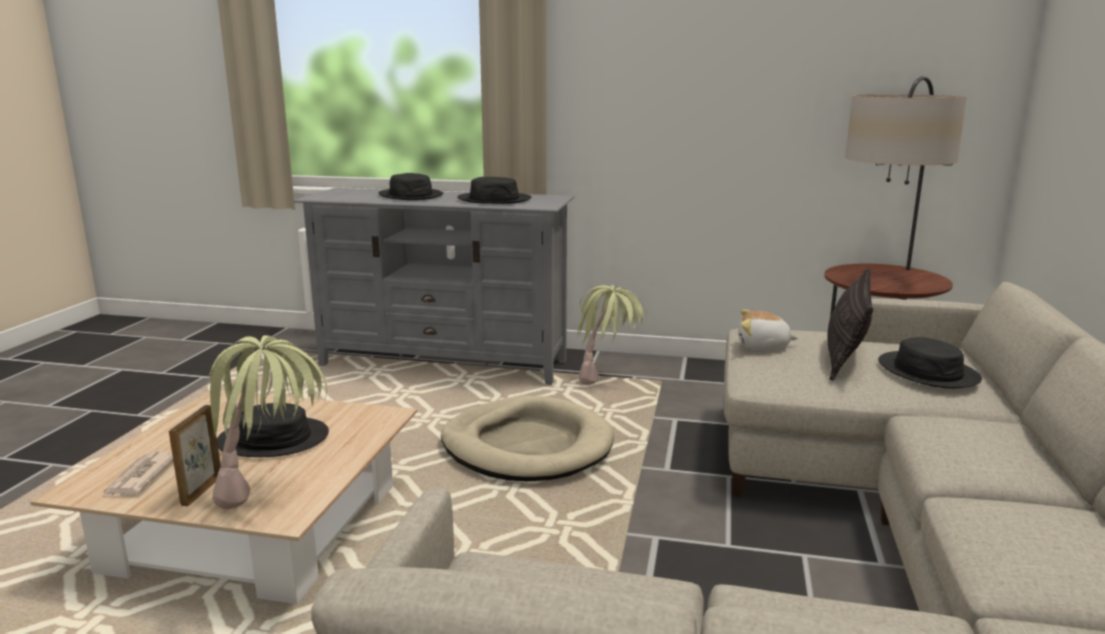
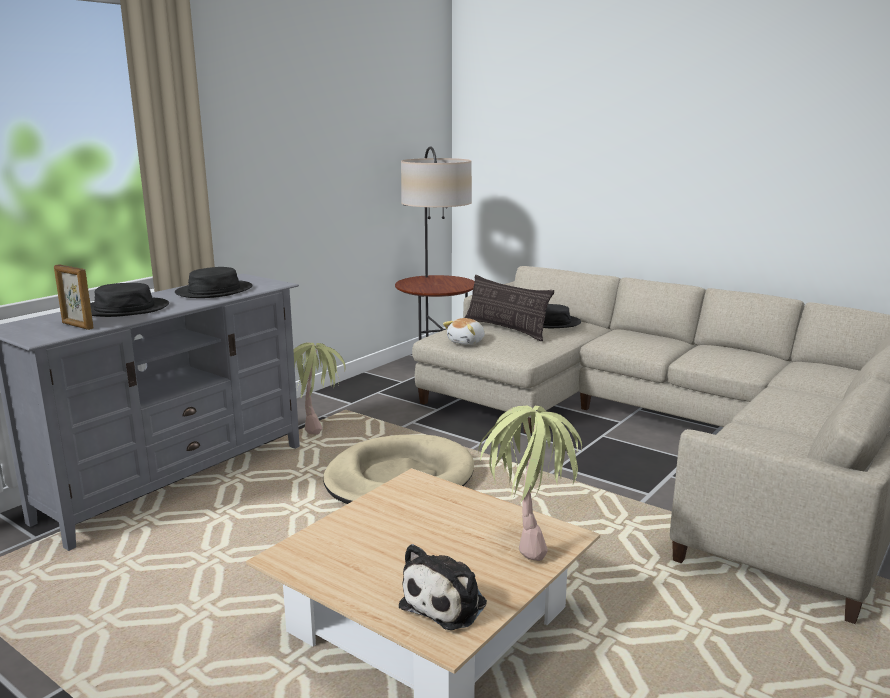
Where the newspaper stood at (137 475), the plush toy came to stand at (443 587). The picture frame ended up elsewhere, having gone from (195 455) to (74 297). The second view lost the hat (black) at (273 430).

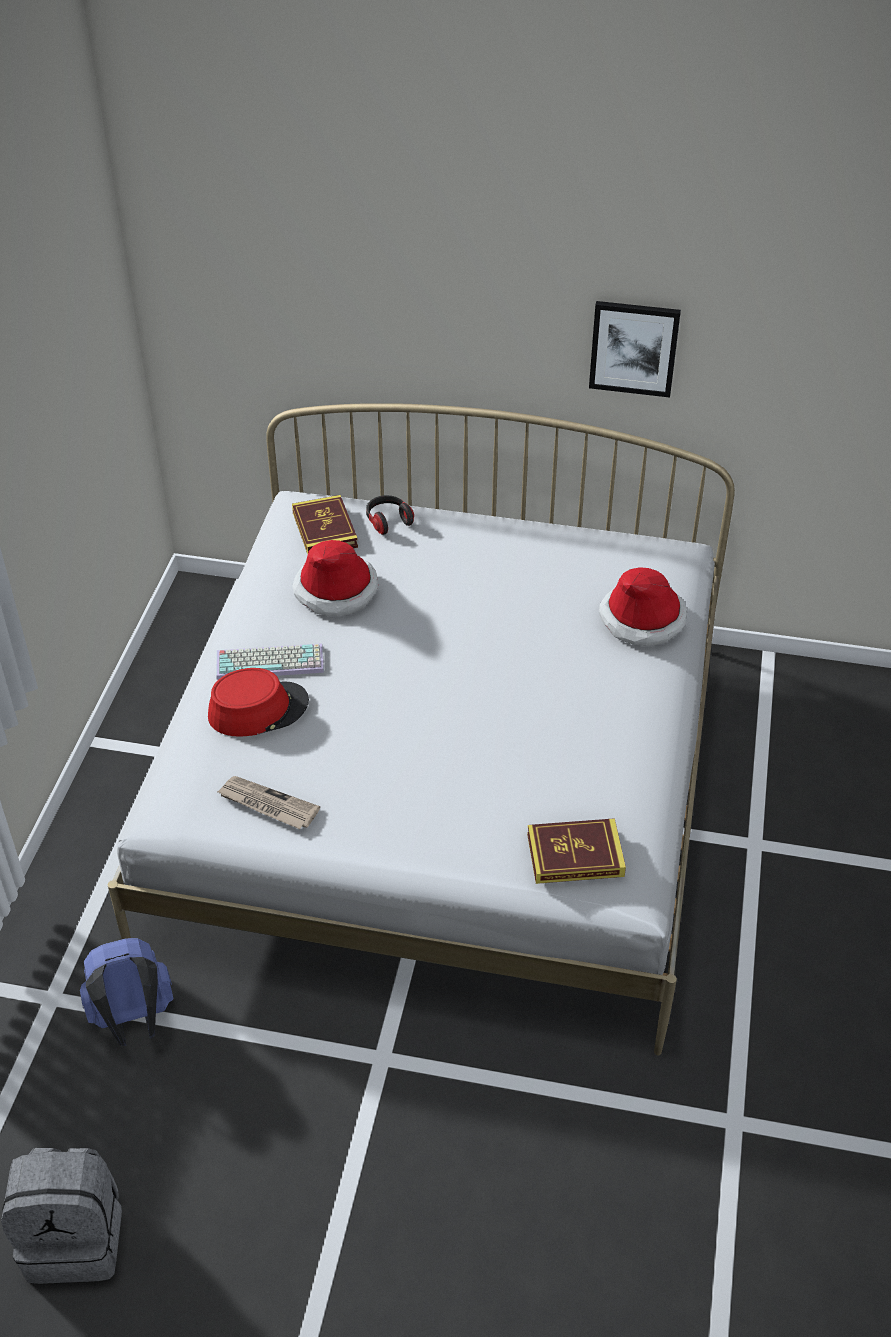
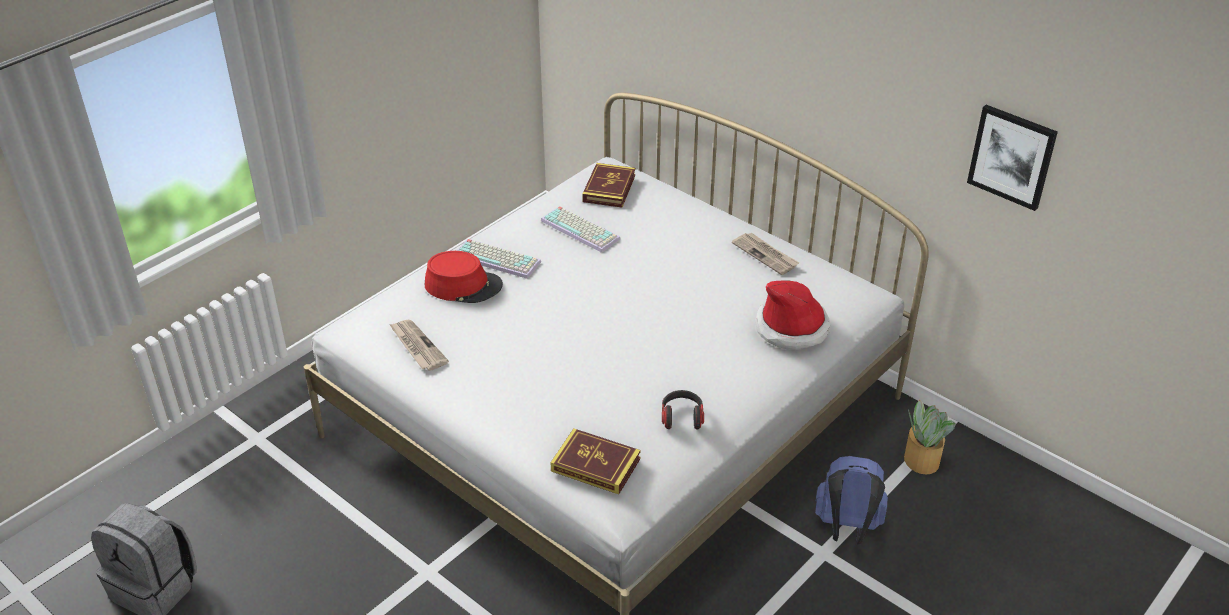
The backpack (blue) ended up elsewhere, having gone from (126 992) to (851 500). Where the hat stood at (335 578), the keyboard came to stand at (581 229). The headphones ended up elsewhere, having gone from (390 515) to (683 409). The picture ended up elsewhere, having gone from (635 349) to (1012 158). The second view gained the newspaper at (765 254). The second view gained the potted plant at (930 437).

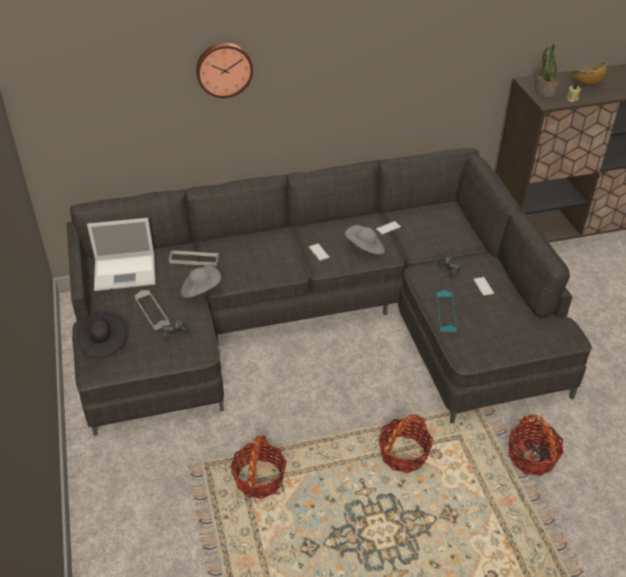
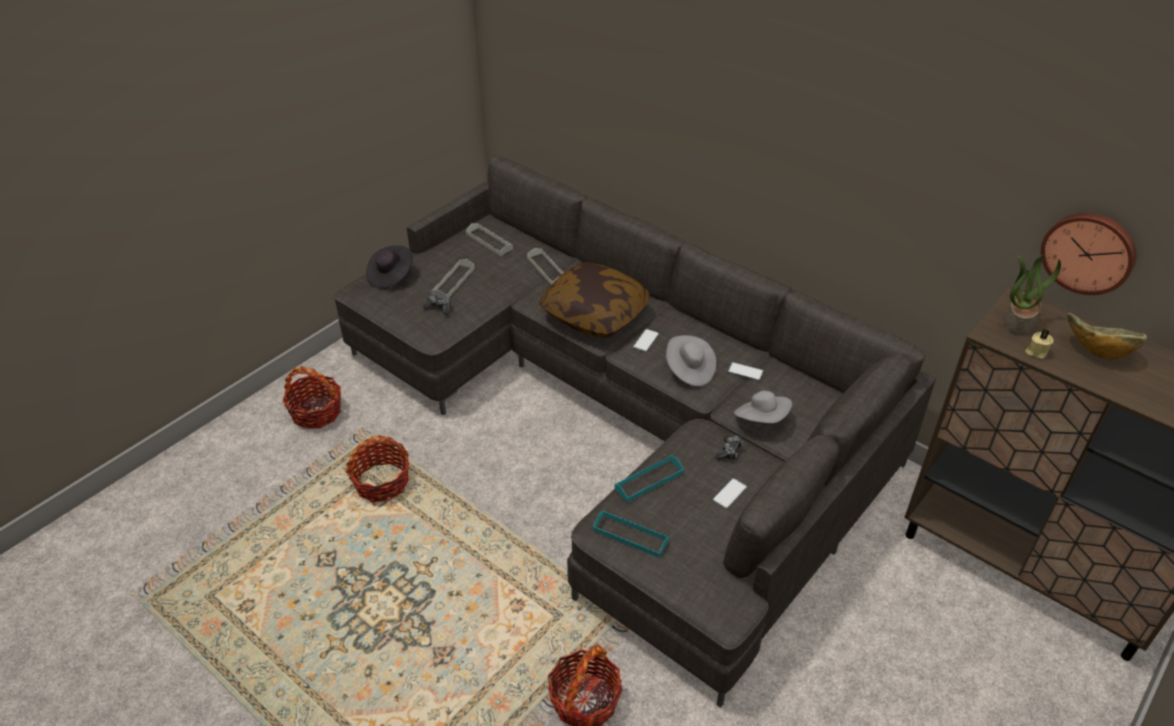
Where the laptop stood at (121 254), the tray (grey) came to stand at (489 239). The hat (grey) ended up elsewhere, having gone from (201 282) to (763 407). The wall clock ended up elsewhere, having gone from (224 70) to (1089 254). The basket ended up elsewhere, having gone from (405 443) to (311 398). The second view gained the pillow at (594 300). The second view gained the tray (turquoise) at (631 534).

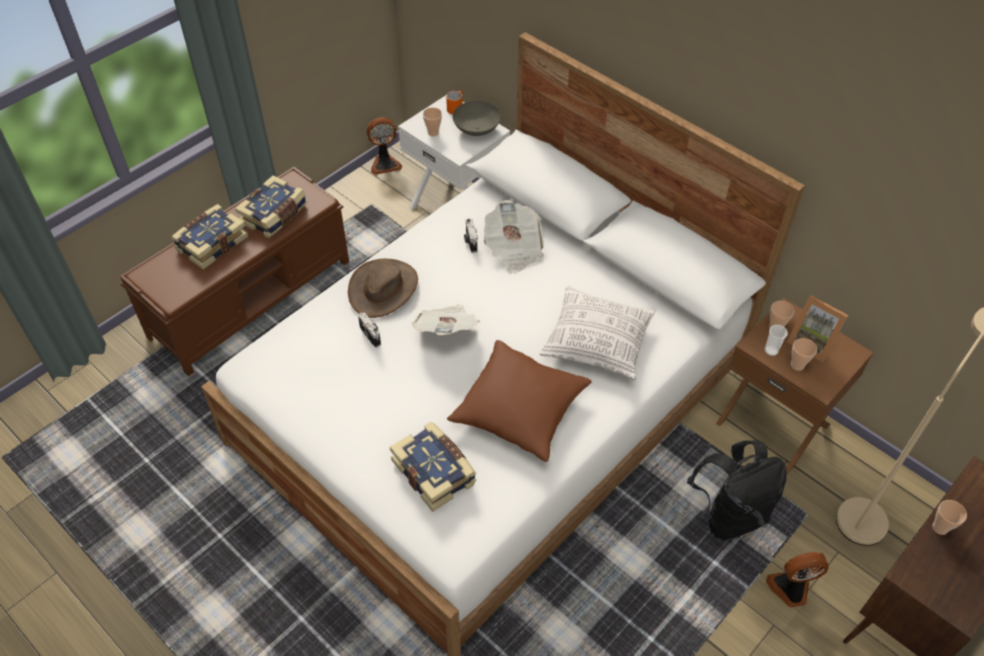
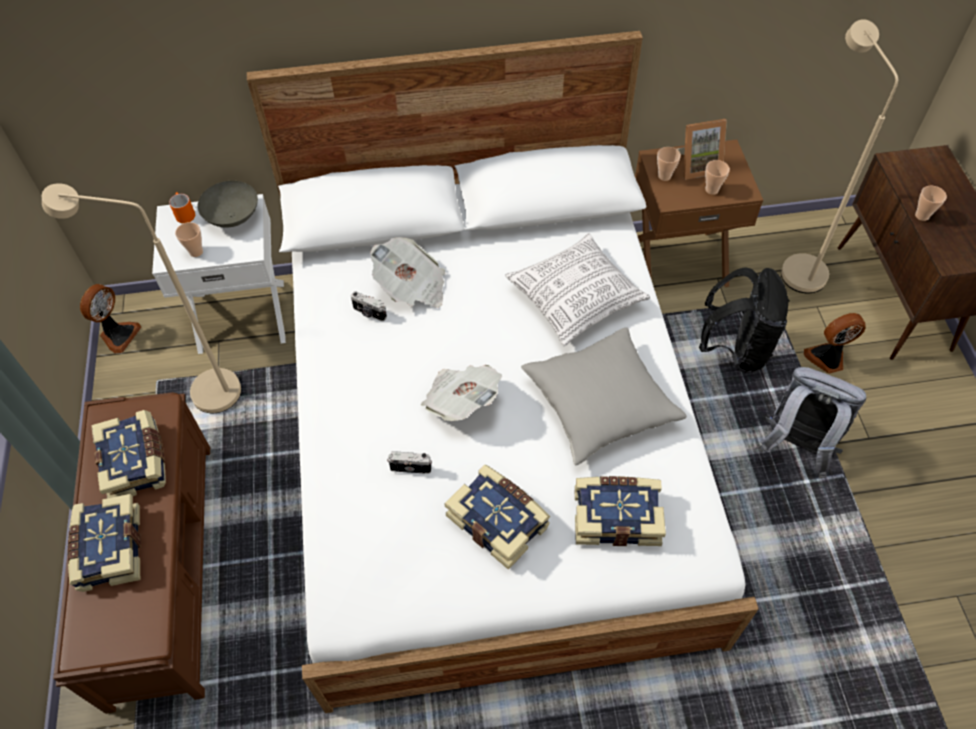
The second view lost the hat (brown) at (383 288). What was the pillow (brown) at (519 401) turned into the pillow (grey) at (604 396). The second view lost the cup at (776 340). The fan at (797 579) ended up facing another way, 45 degrees clockwise from before. The second view gained the floor lamp (beige) at (141 298). The second view gained the book at (497 517). The second view gained the backpack (grey) at (812 422).

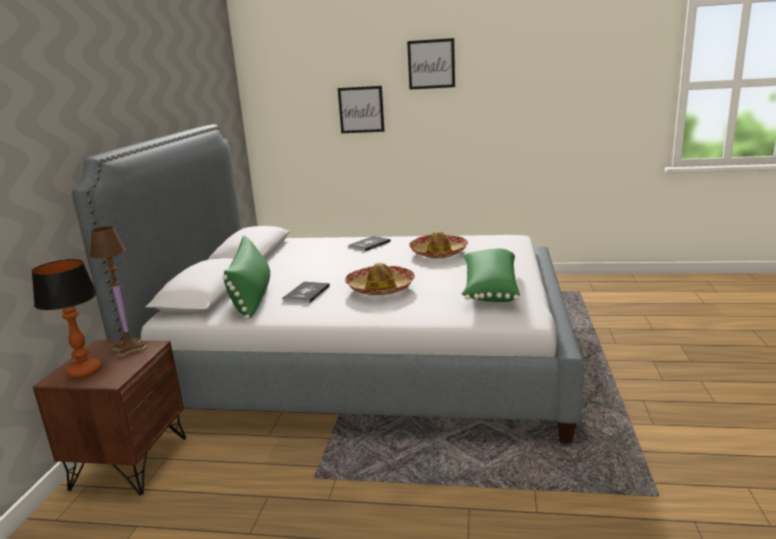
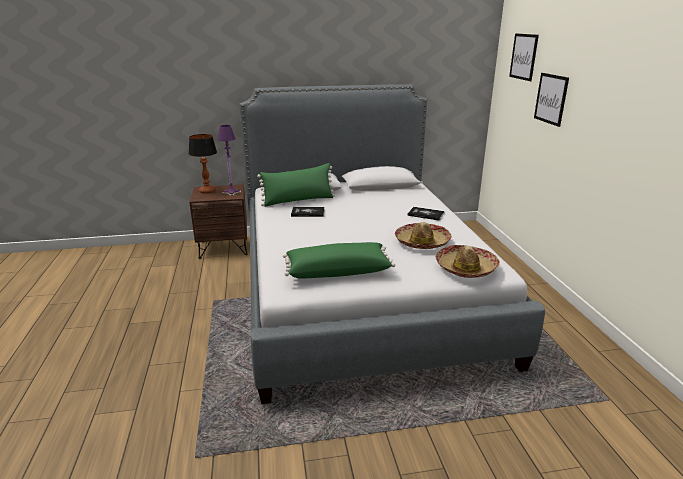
What was the table lamp (brown) at (119 292) turned into the table lamp (purple) at (229 160). The hat ended up elsewhere, having gone from (380 278) to (468 261). The picture ended up elsewhere, having gone from (431 64) to (524 57).

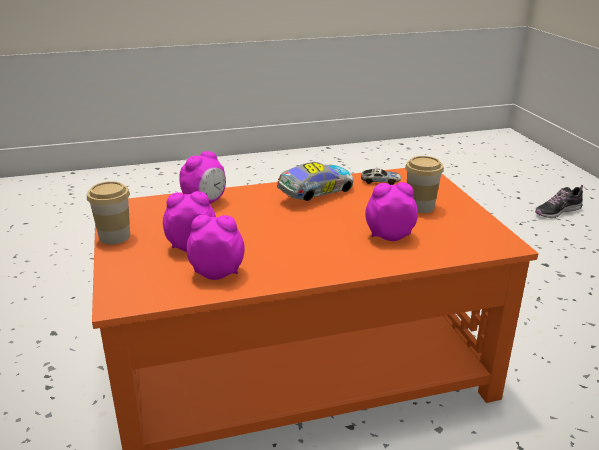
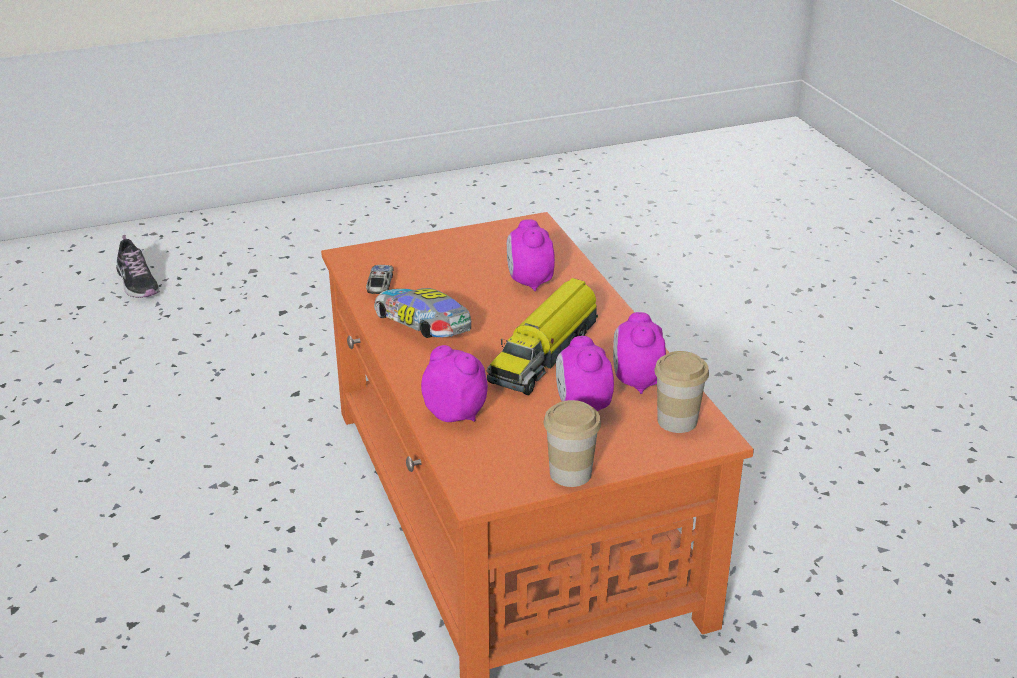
The cup ended up elsewhere, having gone from (424 184) to (681 392). The second view gained the toy truck at (542 336).

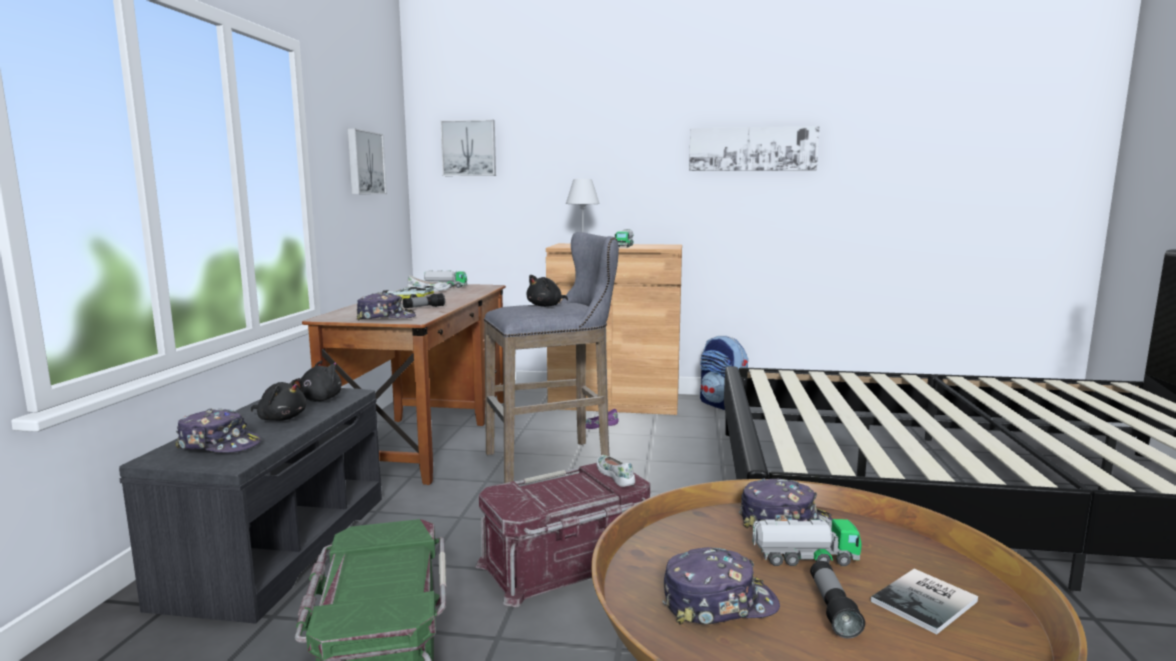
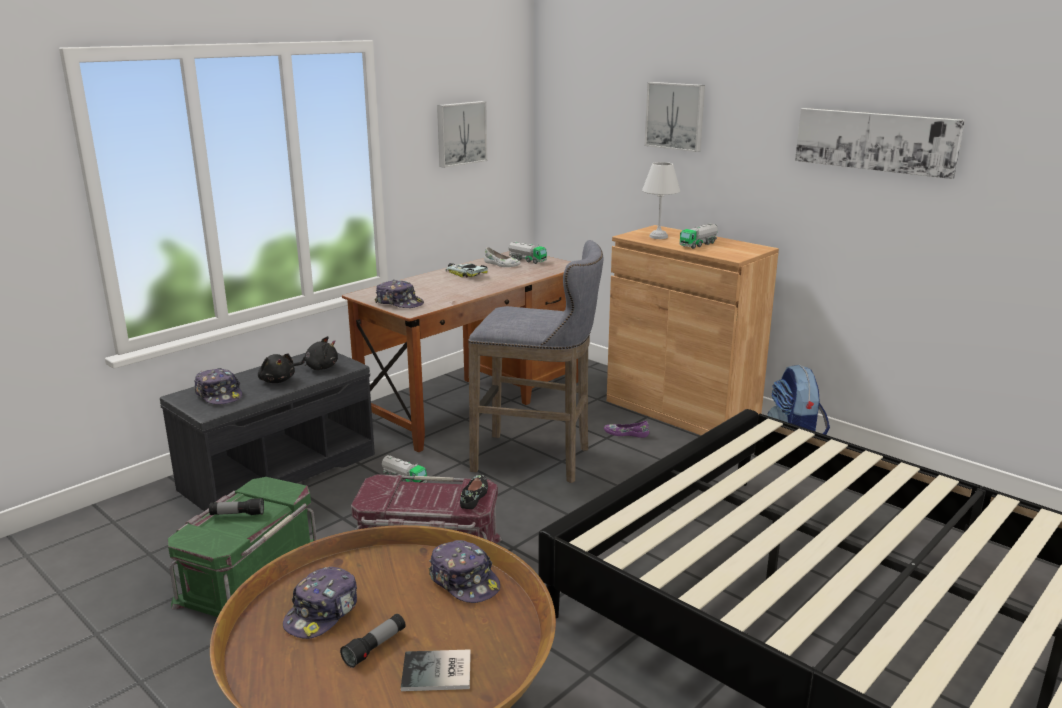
The flashlight ended up elsewhere, having gone from (424 301) to (236 506). The picture ended up elsewhere, having gone from (468 148) to (674 117). The second view lost the plush toy (black) at (547 291). What was the shoe (white) at (615 471) turned into the shoe (black) at (474 491). The cap at (721 586) ended up facing another way, 90 degrees clockwise from before. The toy truck ended up elsewhere, having gone from (806 541) to (404 469).

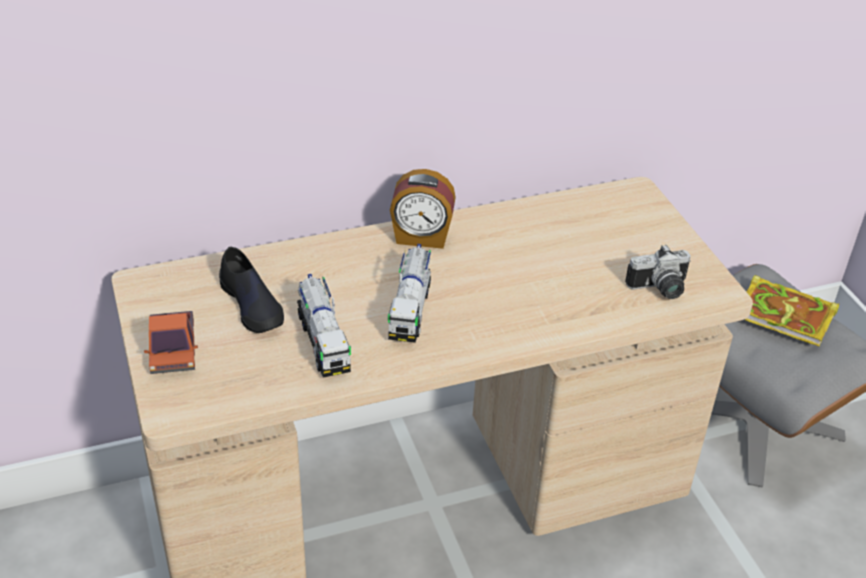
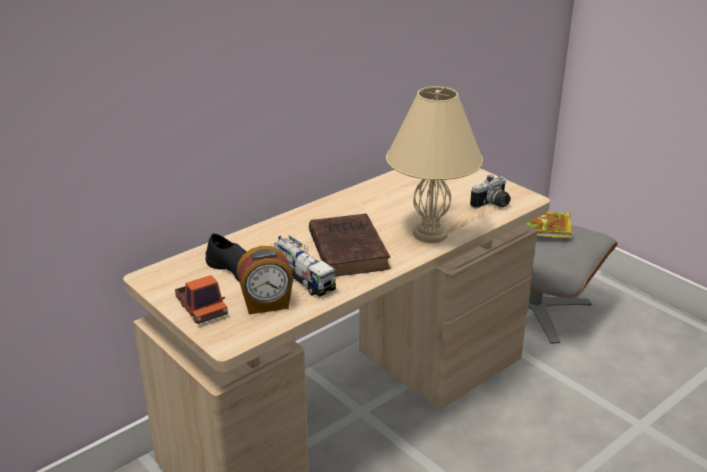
Where the toy truck stood at (409 293), the book (brown) came to stand at (349 245). The alarm clock ended up elsewhere, having gone from (423 209) to (265 280). The second view gained the table lamp (beige) at (434 164).

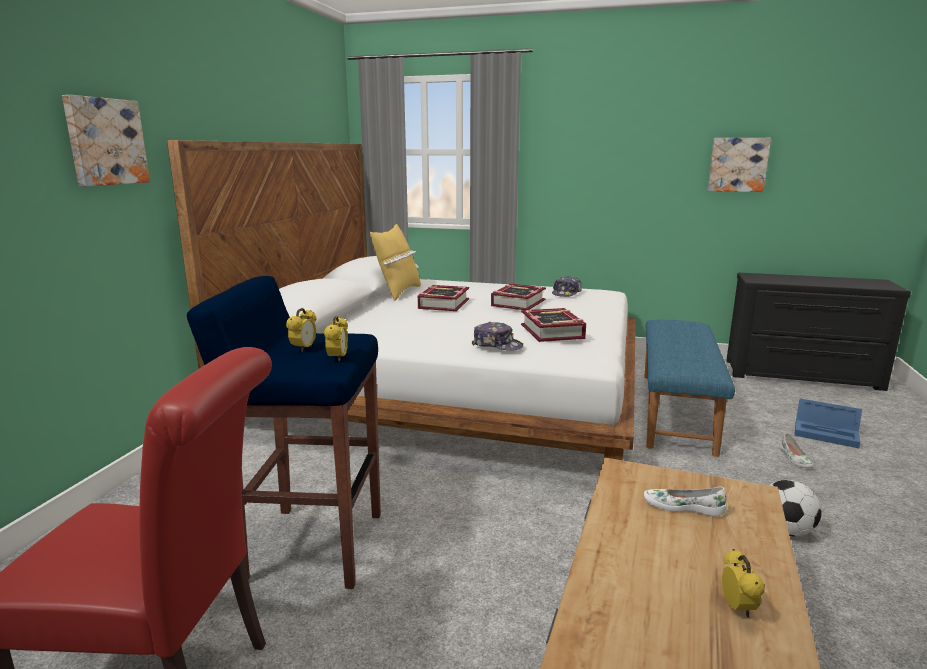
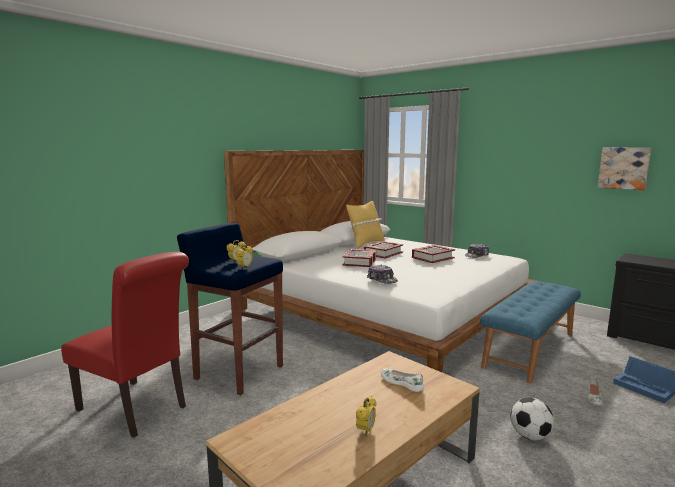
The second view lost the picture at (106 140). The book ended up elsewhere, having gone from (553 325) to (359 258).

